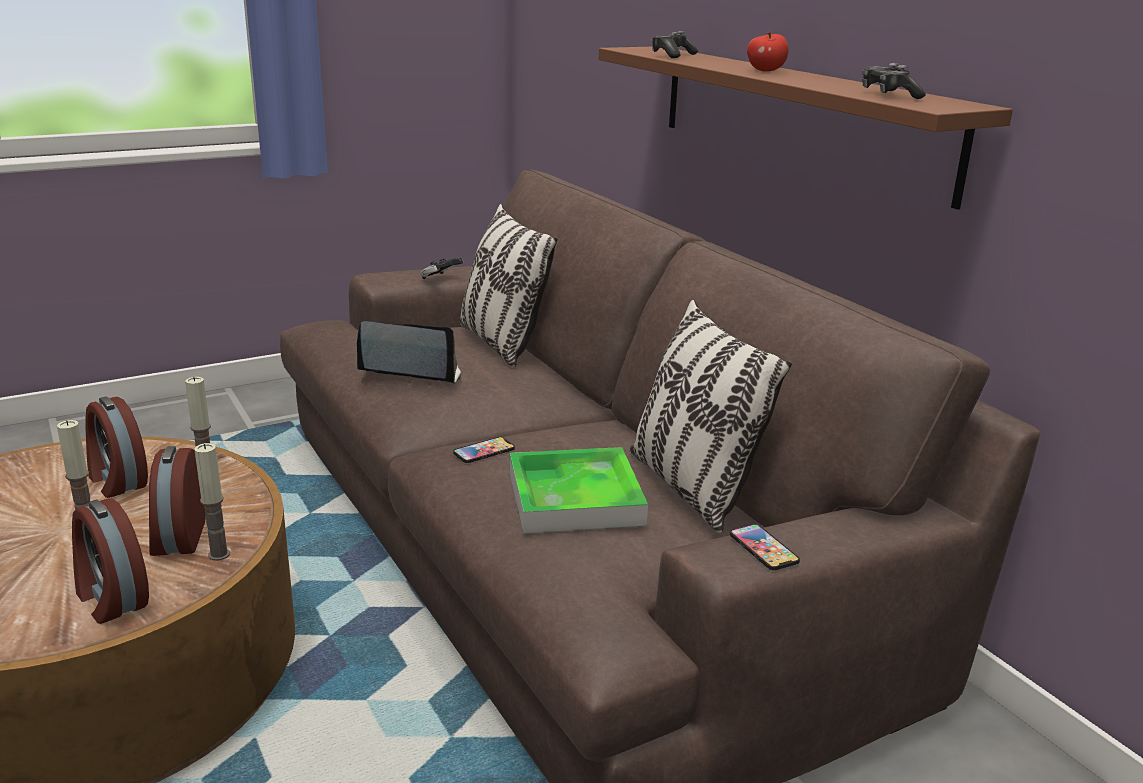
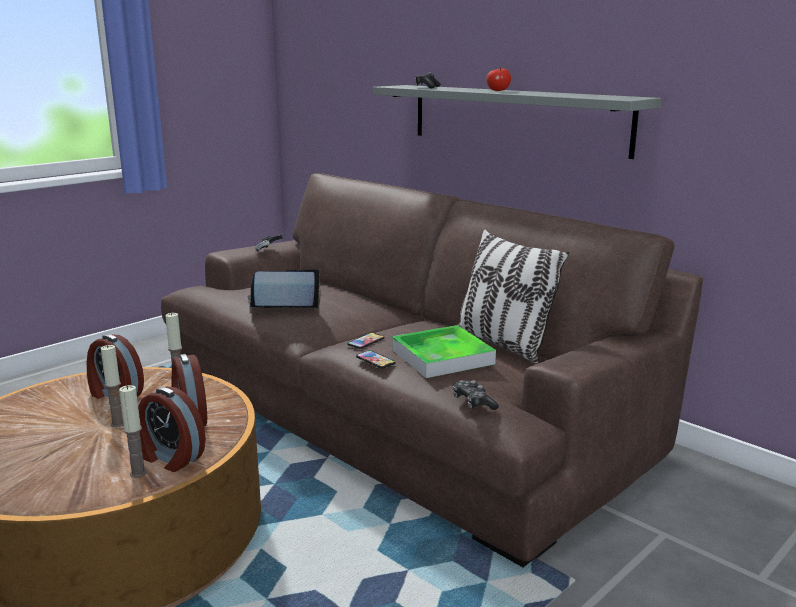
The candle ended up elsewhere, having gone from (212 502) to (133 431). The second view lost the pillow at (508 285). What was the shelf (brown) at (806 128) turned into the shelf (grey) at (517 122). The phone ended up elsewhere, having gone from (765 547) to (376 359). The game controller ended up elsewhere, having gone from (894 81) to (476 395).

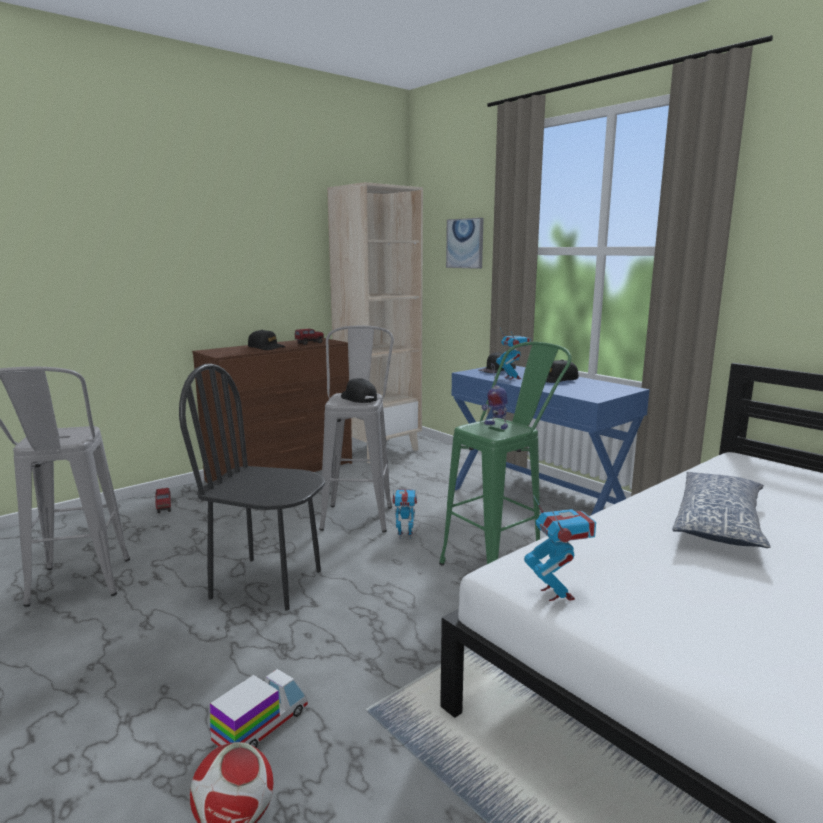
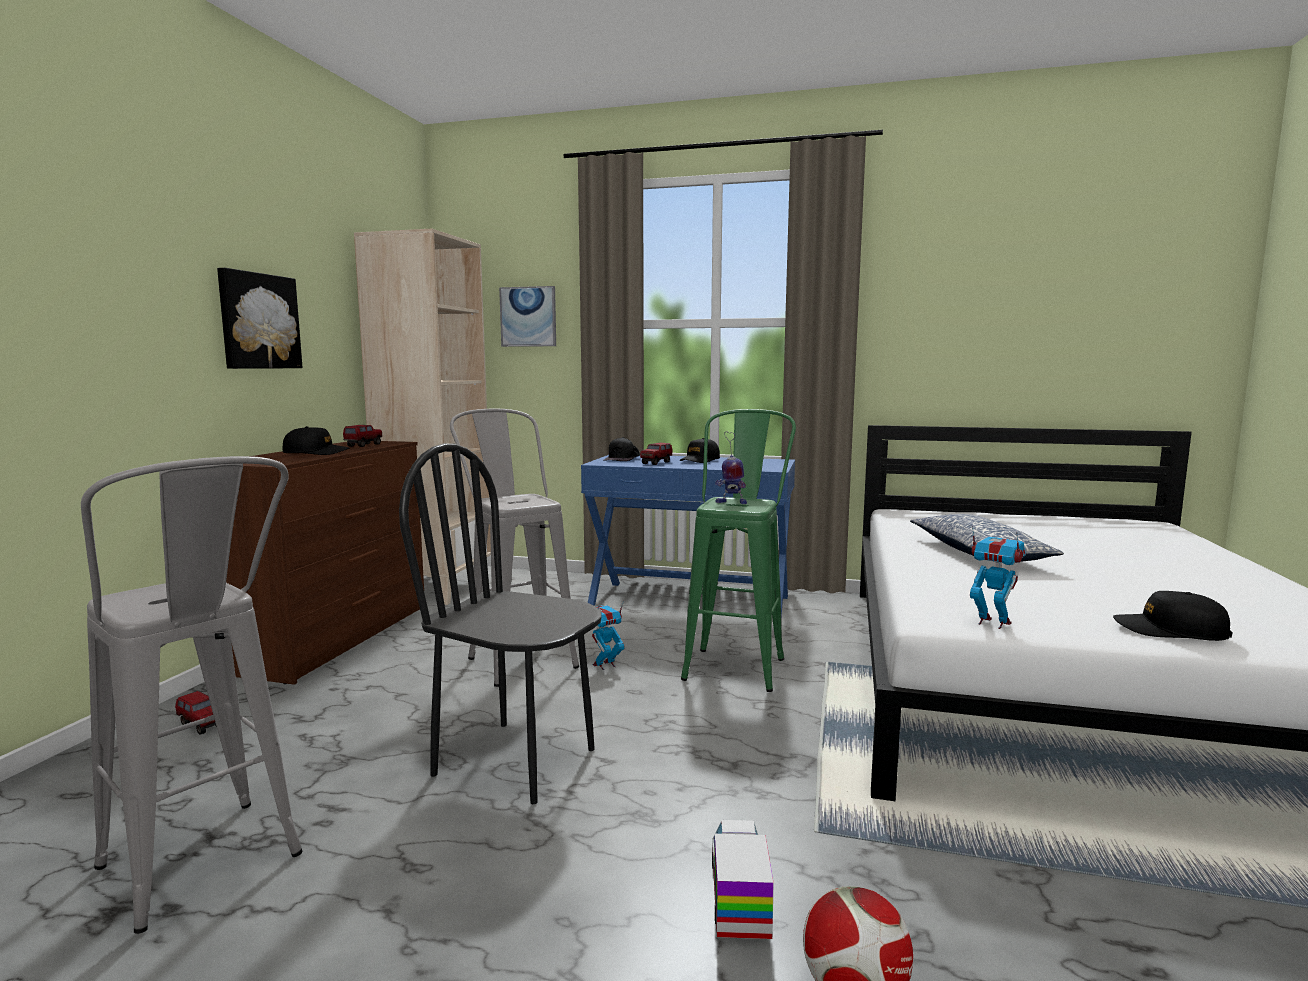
The chair (black) at (252 486) ended up facing another way, 45 degrees clockwise from before. The cap (black) ended up elsewhere, having gone from (359 390) to (1173 616). Where the toy robot stood at (513 354), the toy truck came to stand at (656 454). The second view gained the picture at (260 318).

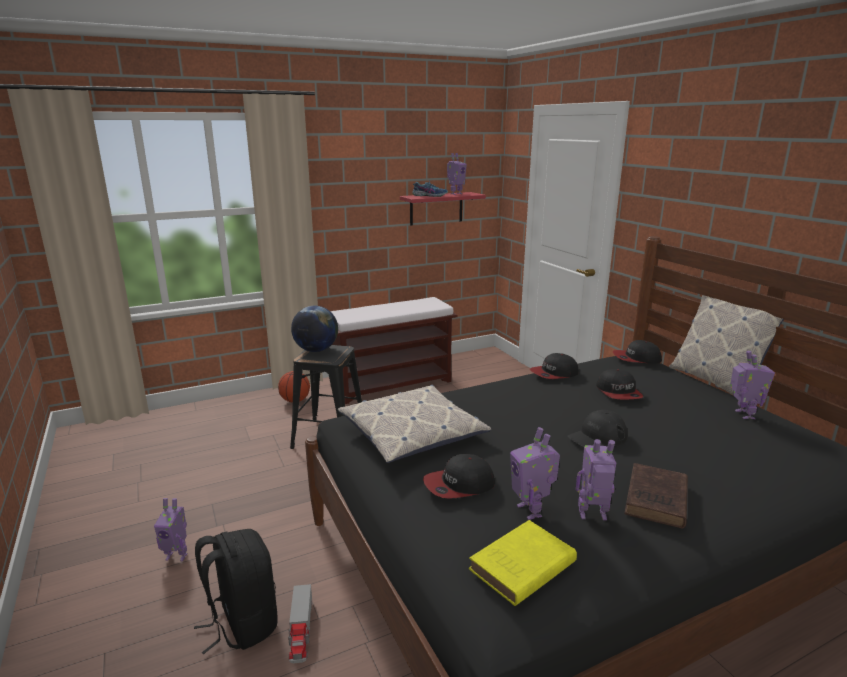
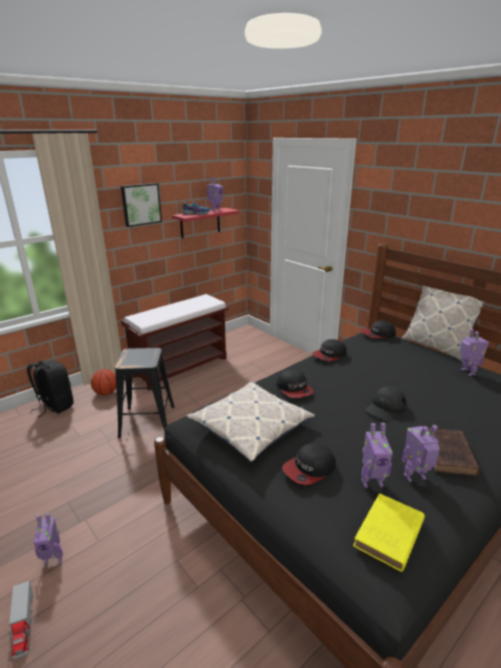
The backpack (black) ended up elsewhere, having gone from (236 592) to (50 388). The toy truck ended up elsewhere, having gone from (300 623) to (21 620). The second view lost the globe at (314 329). The toy robot at (535 473) ended up facing another way, 60 degrees counterclockwise from before. The cap ended up elsewhere, having gone from (619 384) to (294 383). The second view gained the picture at (141 205).

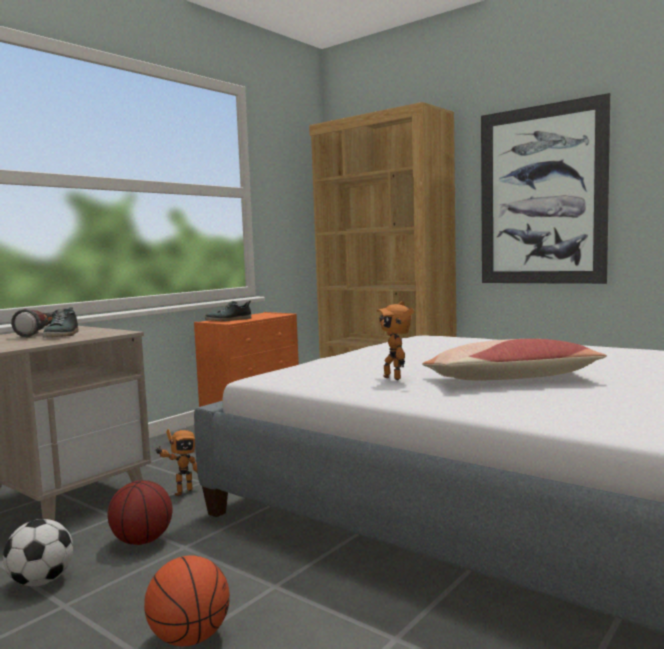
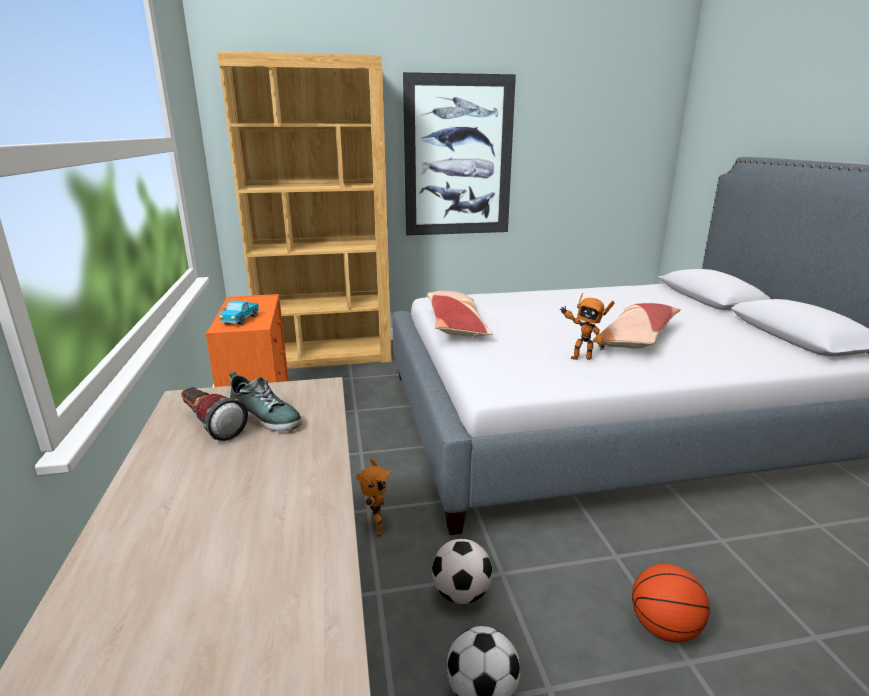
Where the basketball stood at (140 512), the football came to stand at (462 571). Where the shoe stood at (228 310), the toy truck came to stand at (239 313). The second view gained the pillow at (460 314).

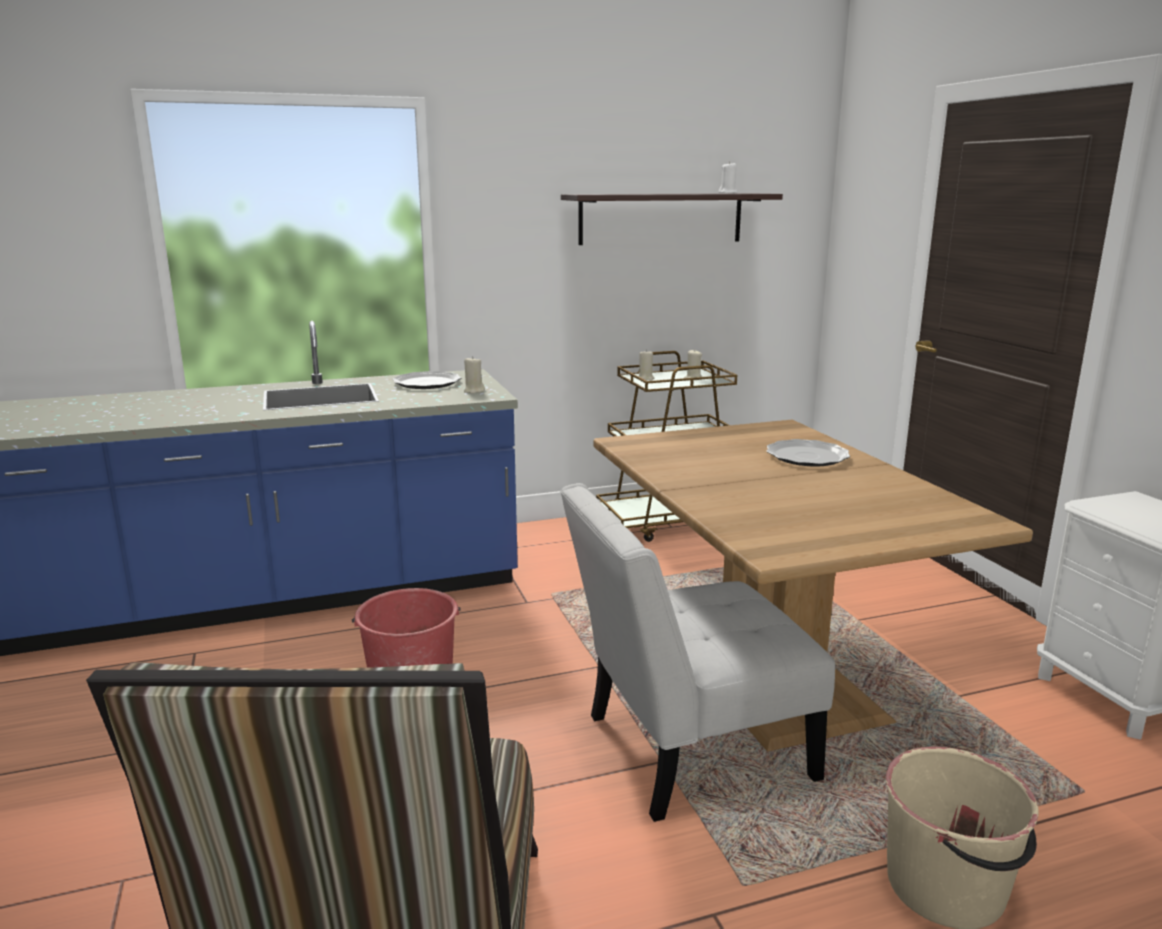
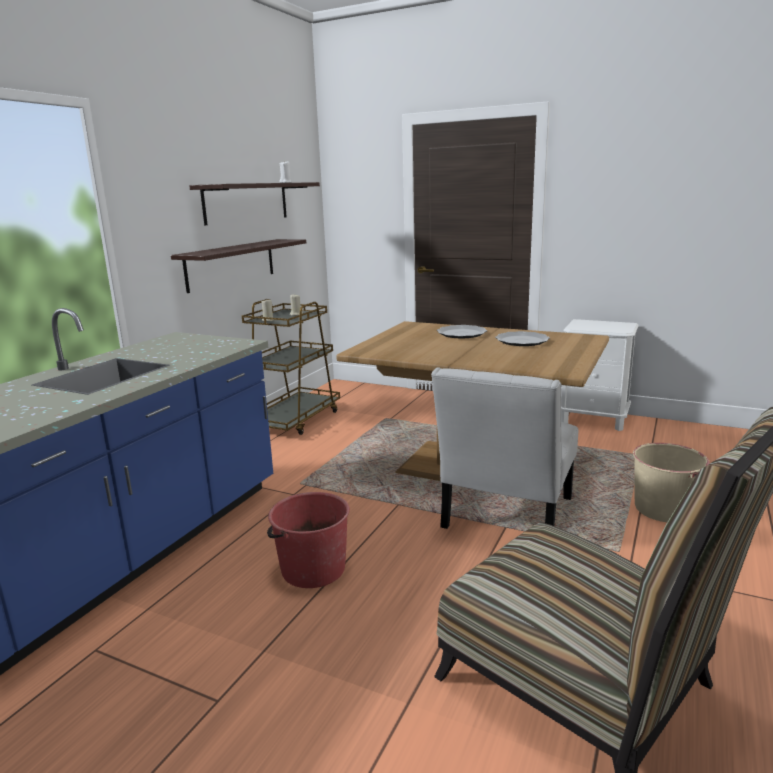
The plate ended up elsewhere, having gone from (427 380) to (522 338). The second view lost the candle (beige) at (474 375). The second view gained the shelf at (238 266).

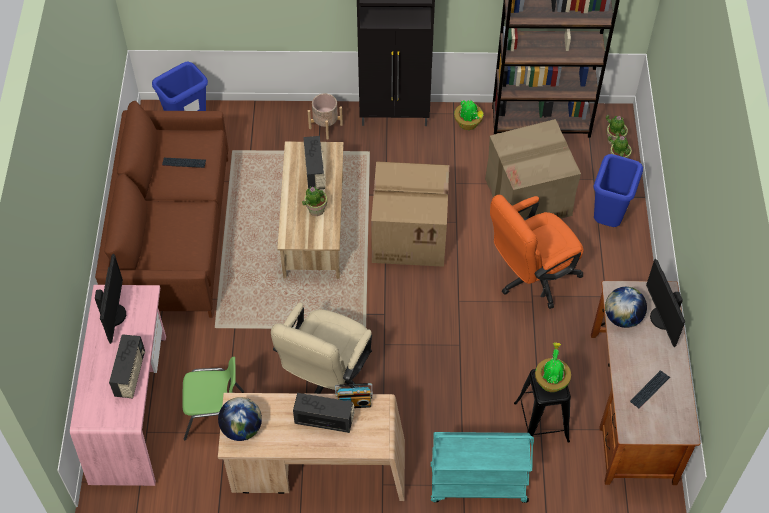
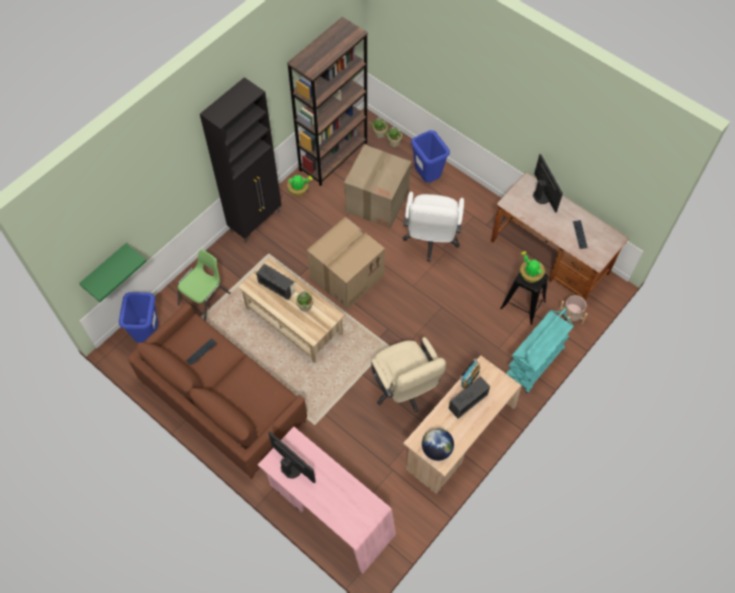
The second view lost the radio at (127 366). The chair (green) ended up elsewhere, having gone from (213 398) to (204 285). The planter (beige) ended up elsewhere, having gone from (325 116) to (572 310). What was the office chair (orange) at (537 251) turned into the office chair (white) at (433 226). The second view lost the globe at (626 307). The monitor at (665 303) ended up facing another way, 135 degrees counterclockwise from before. The second view gained the shelf (green) at (113 272).

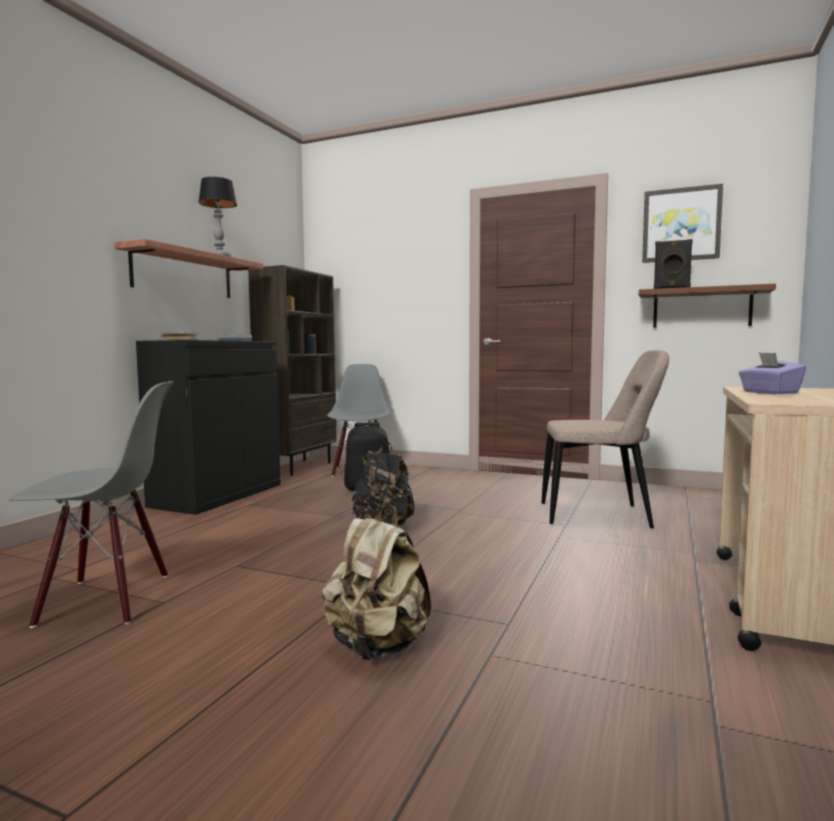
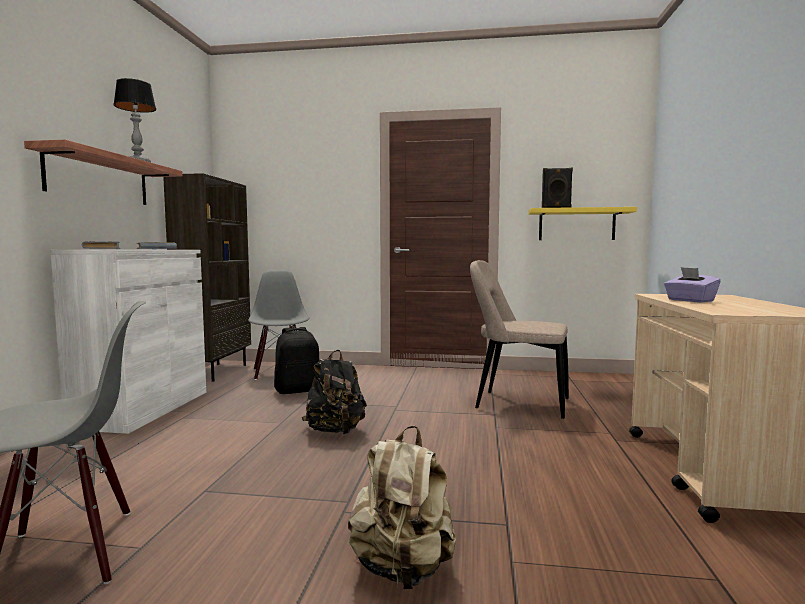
What was the cabinet (black) at (208 427) turned into the cabinet (white) at (128 342). The chair (beige) at (605 439) ended up facing another way, 150 degrees counterclockwise from before. What was the shelf (brown) at (707 306) turned into the shelf (yellow) at (582 223). The second view lost the picture at (682 223).

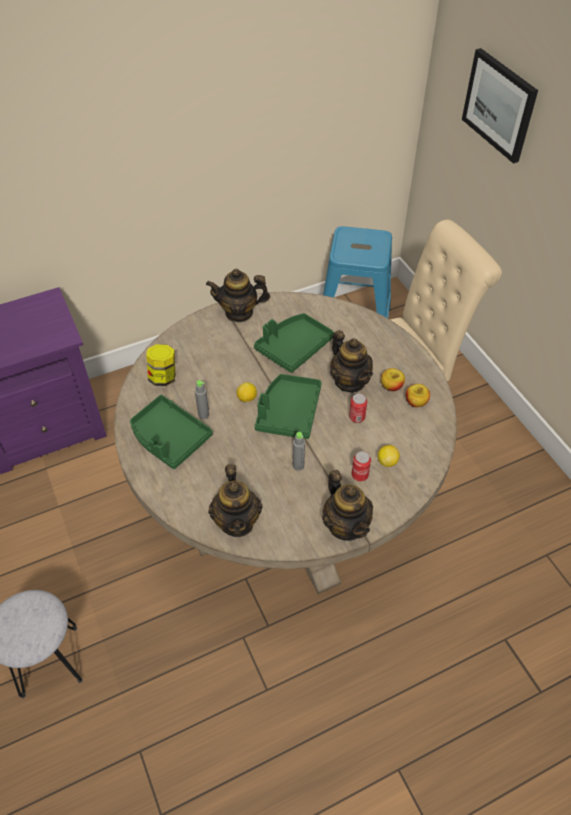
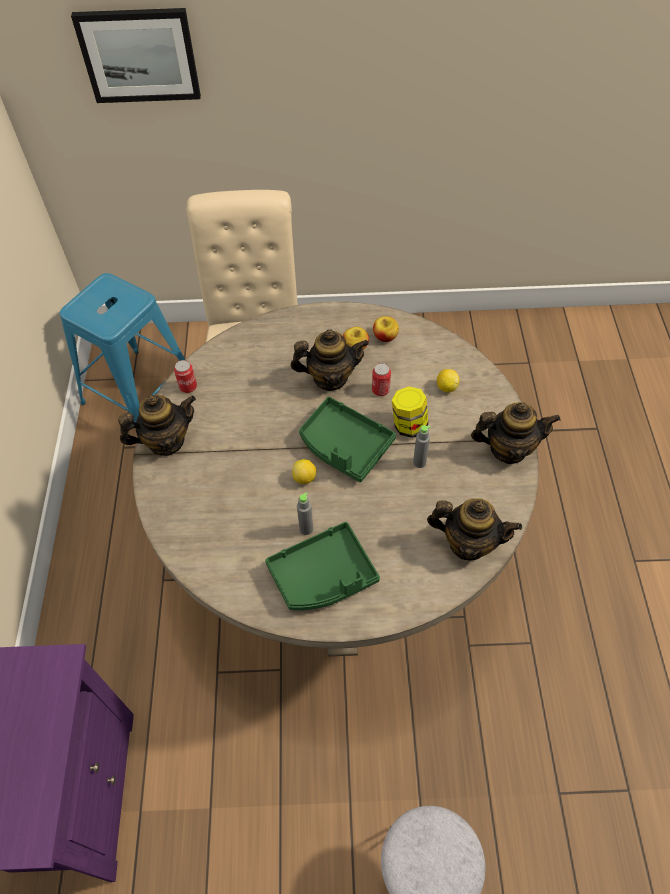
The jar ended up elsewhere, having gone from (160 365) to (410 412). The teapot at (238 295) ended up facing another way, 135 degrees counterclockwise from before. The second view lost the tray (green) at (294 343). The can ended up elsewhere, having gone from (361 466) to (185 376).

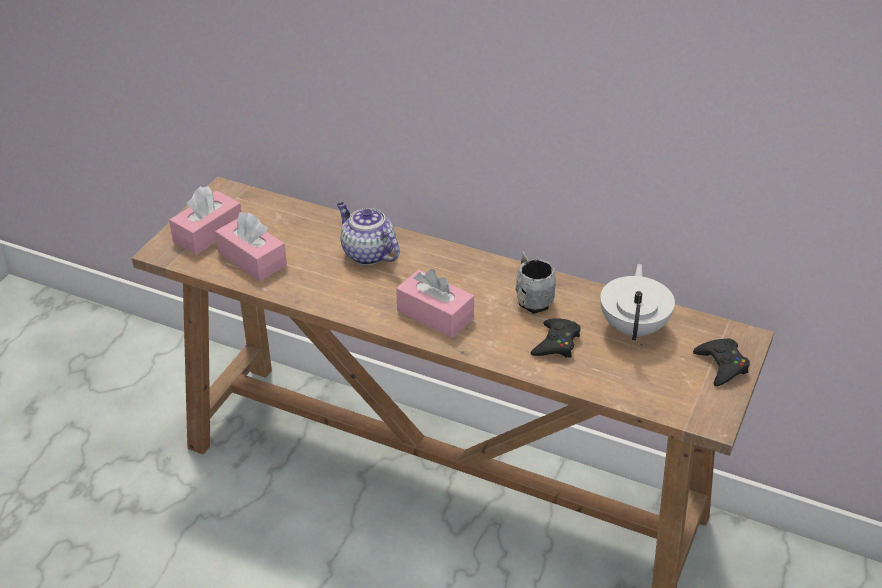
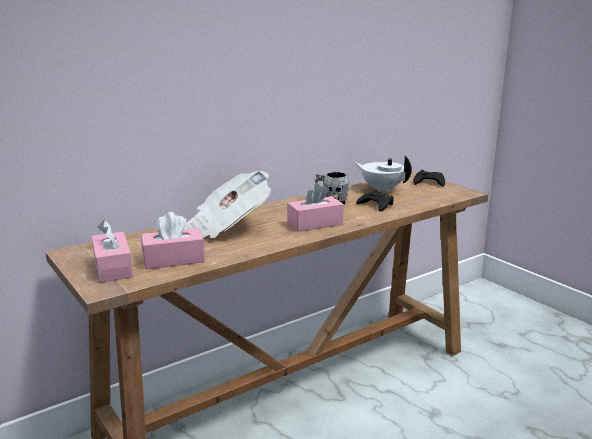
Where the teapot stood at (368 233), the newspaper came to stand at (227 204).

